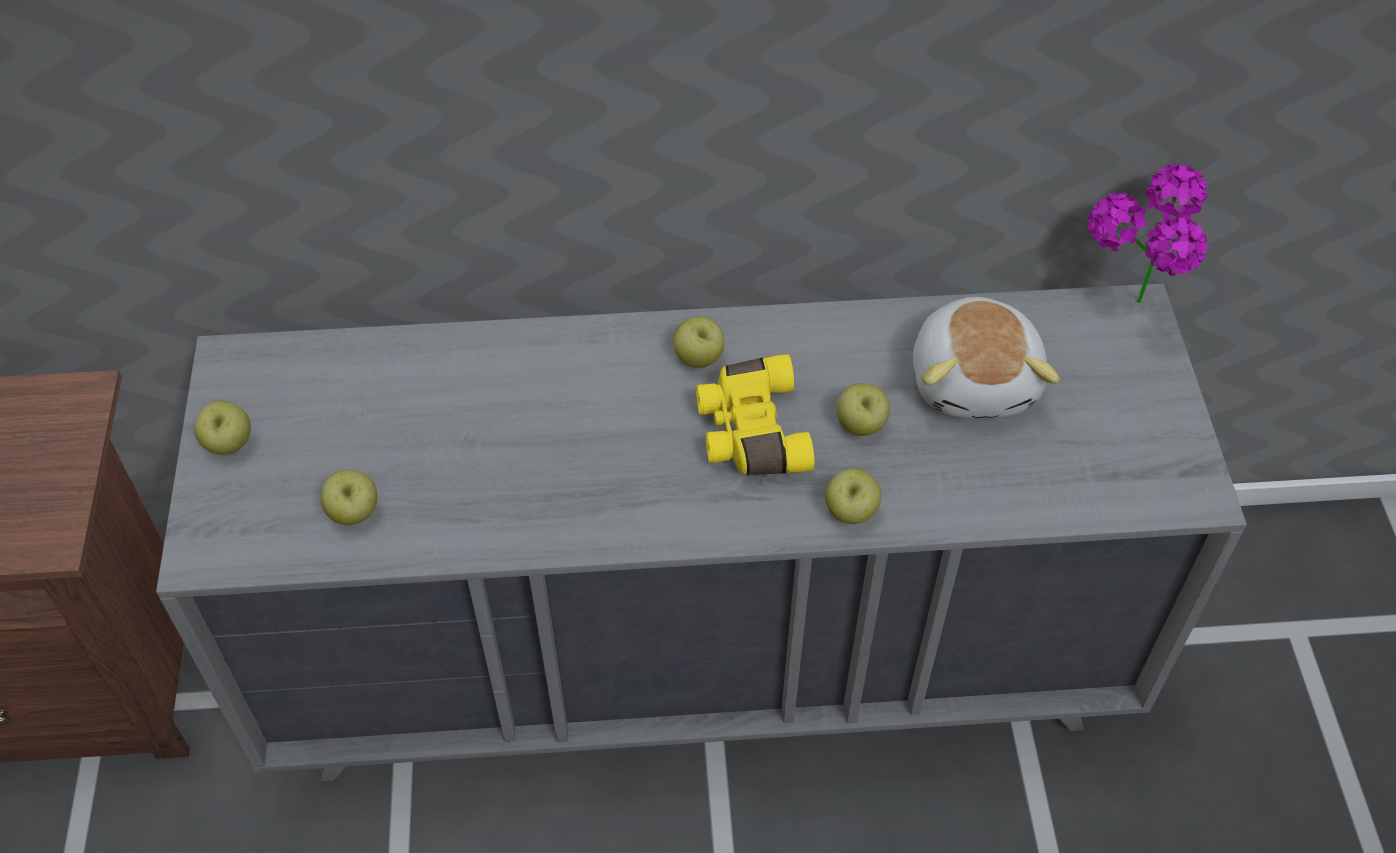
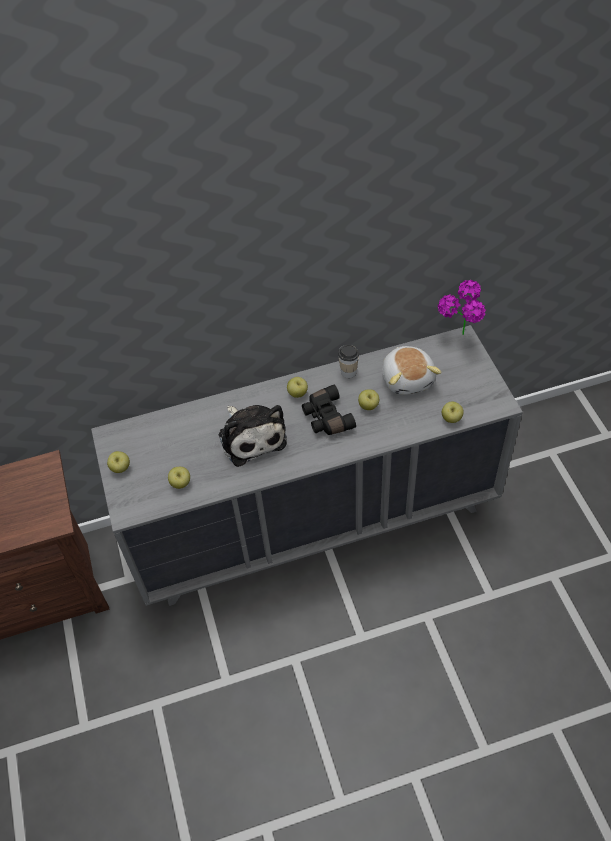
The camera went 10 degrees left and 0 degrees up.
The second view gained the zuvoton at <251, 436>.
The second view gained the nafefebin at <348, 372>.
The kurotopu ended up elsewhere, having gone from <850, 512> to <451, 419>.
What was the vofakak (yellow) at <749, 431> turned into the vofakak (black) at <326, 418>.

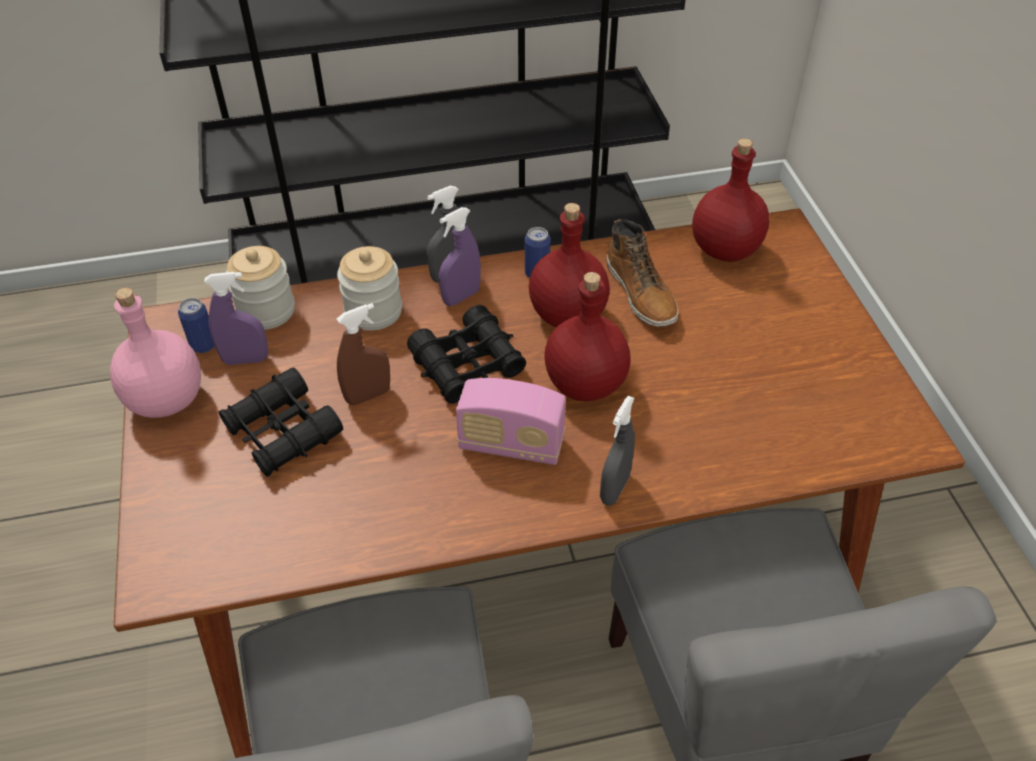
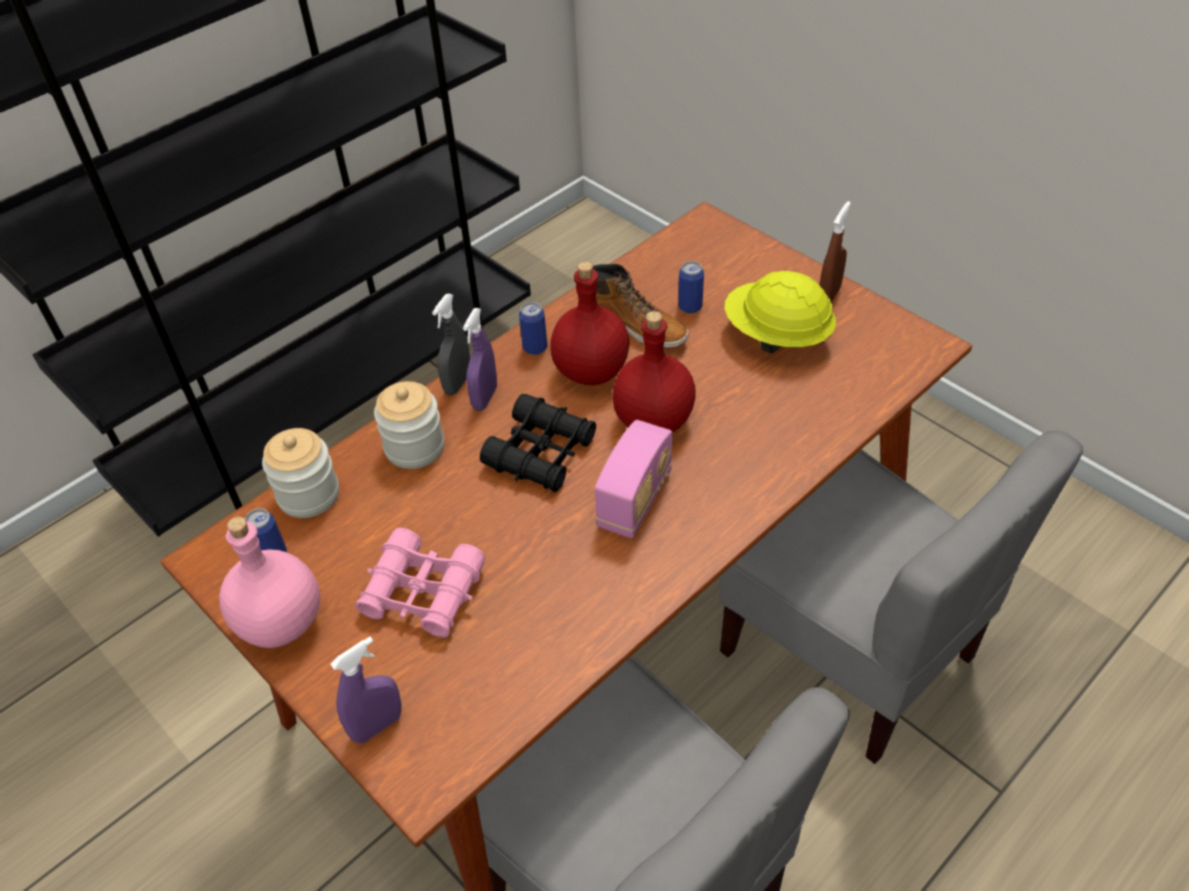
The camera went 30 degrees left and 0 degrees up.
The second view lost the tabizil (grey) at <615, 488>.
The second view lost the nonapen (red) at <724, 248>.
The second view gained the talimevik at <690, 307>.
The second view gained the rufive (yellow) at <776, 336>.
The tabizil (purple) ended up elsewhere, having gone from <245, 359> to <377, 726>.
The tabizil (brown) ended up elsewhere, having gone from <368, 395> to <829, 295>.
What was the vofakak (black) at <282, 432> turned into the vofakak (pink) at <423, 592>.
The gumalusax at <511, 445> ended up facing another way, 45 degrees counterclockwise from before.

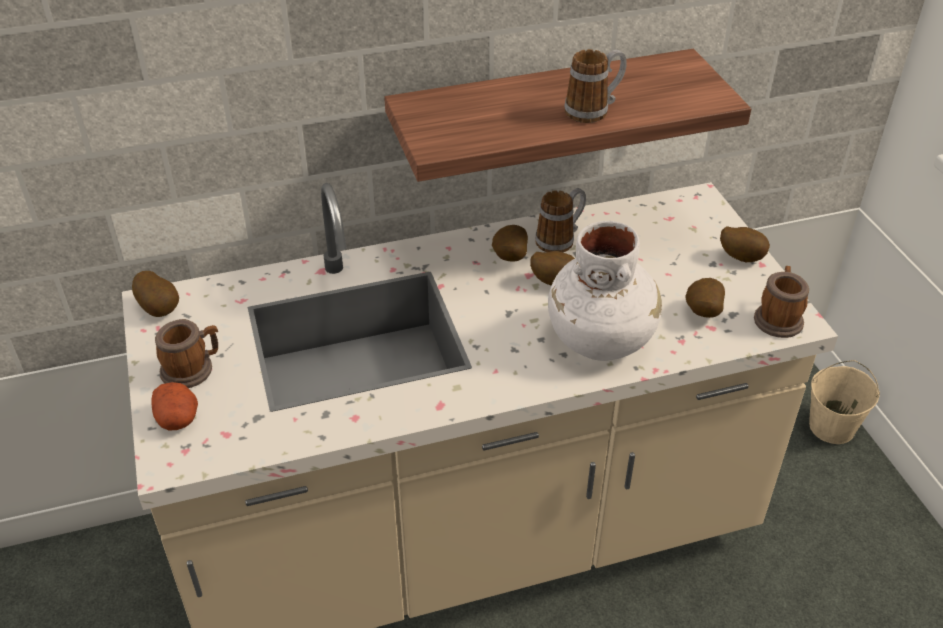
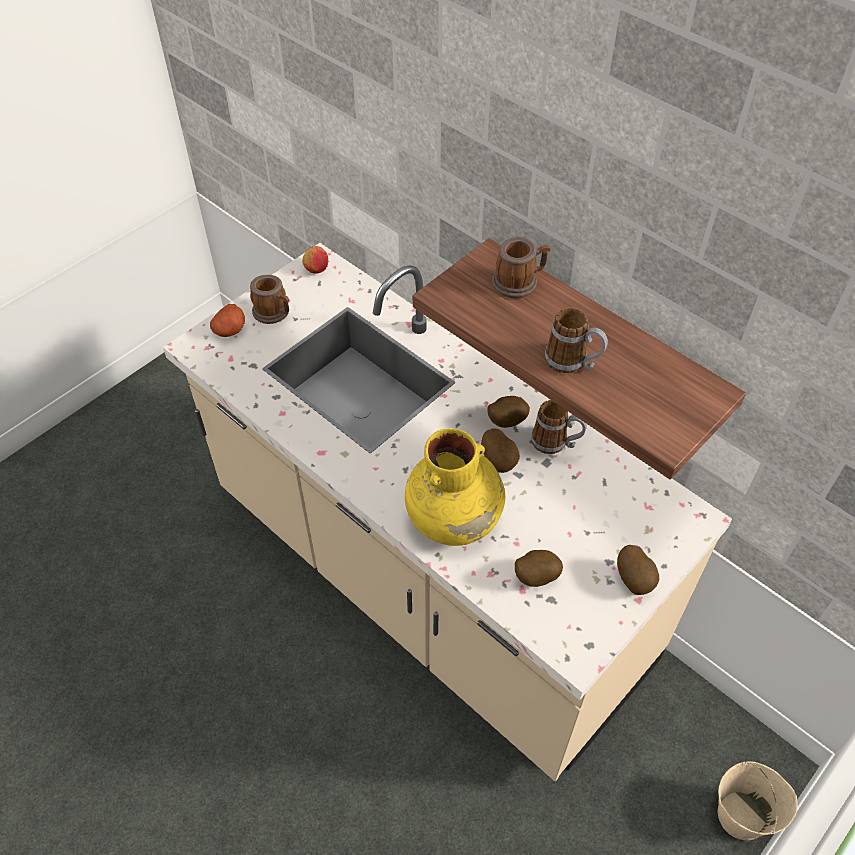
The camera went 60 degrees right and 10 degrees up.
The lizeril ended up elsewhere, having gone from <778, 317> to <519, 282>.
Where the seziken stood at <160, 309>, the kurotopu came to stand at <316, 268>.
What was the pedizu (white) at <601, 338> turned into the pedizu (yellow) at <455, 518>.

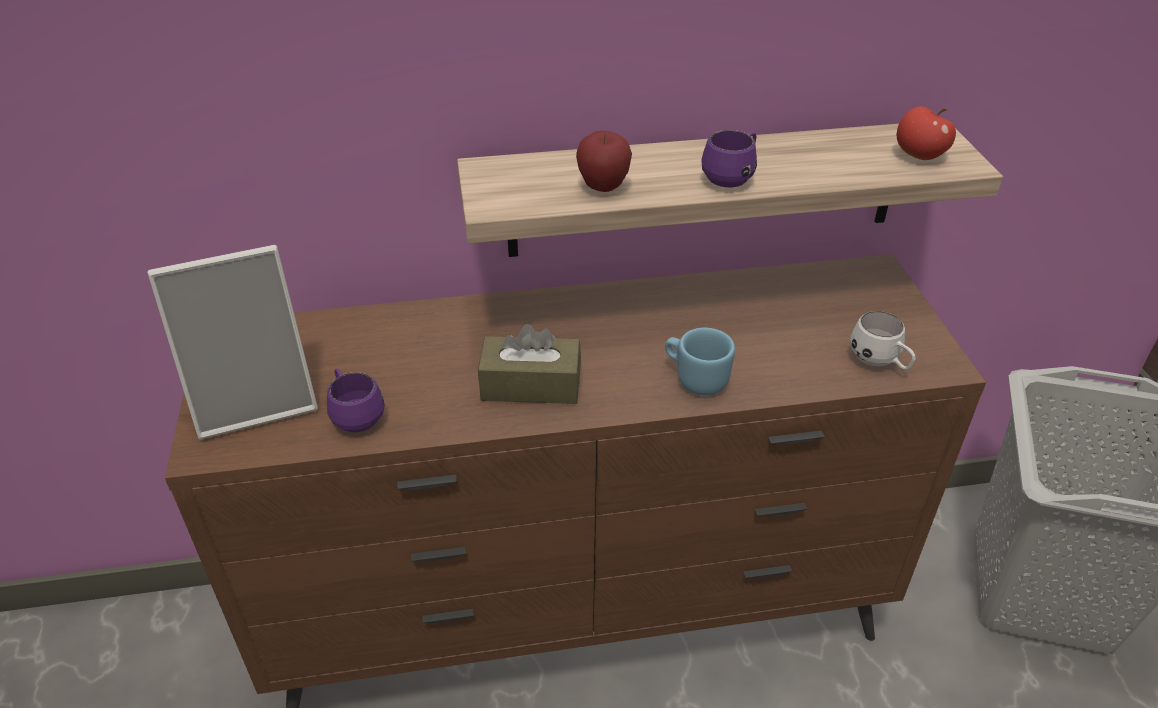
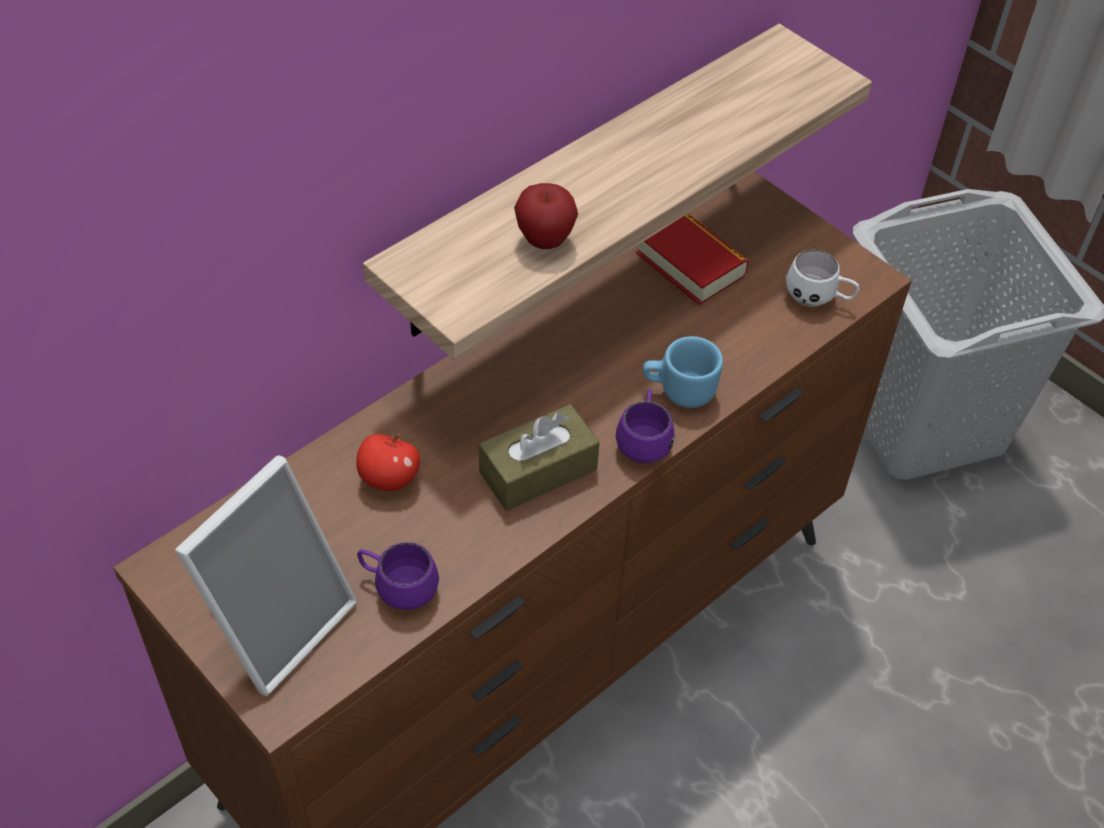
The camera went 35 degrees left and 10 degrees up.
The second view gained the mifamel at <690, 264>.
The lizeril (purple) ended up elsewhere, having gone from <732, 177> to <644, 441>.
The kurotopu ended up elsewhere, having gone from <919, 156> to <388, 479>.

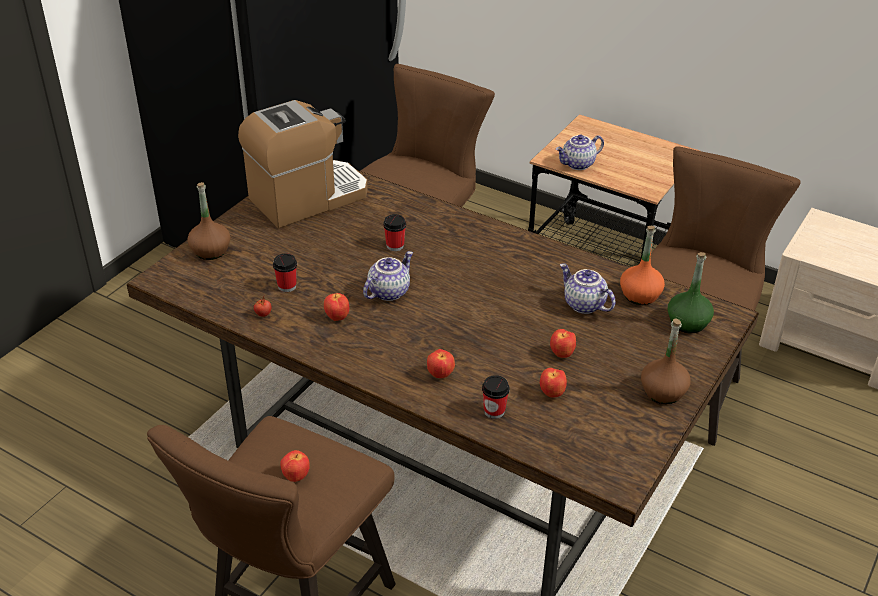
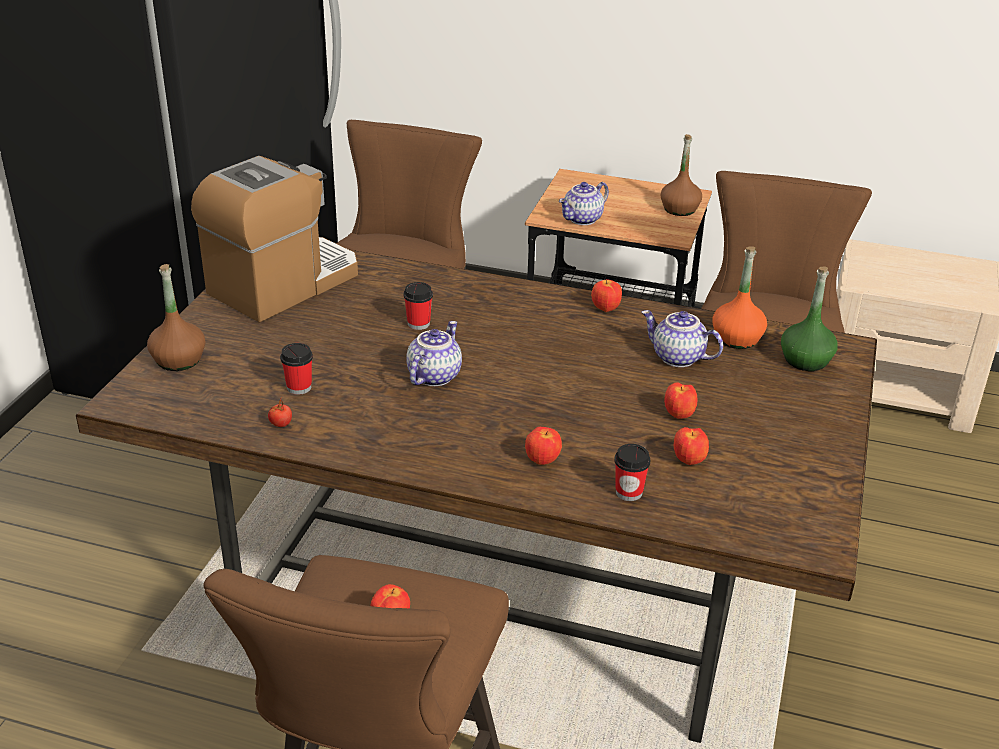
The camera went 15 degrees left and 5 degrees down.
The kurotopu ended up elsewhere, having gone from <336, 317> to <605, 309>.
The nonapen (brown) ended up elsewhere, having gone from <663, 391> to <680, 209>.

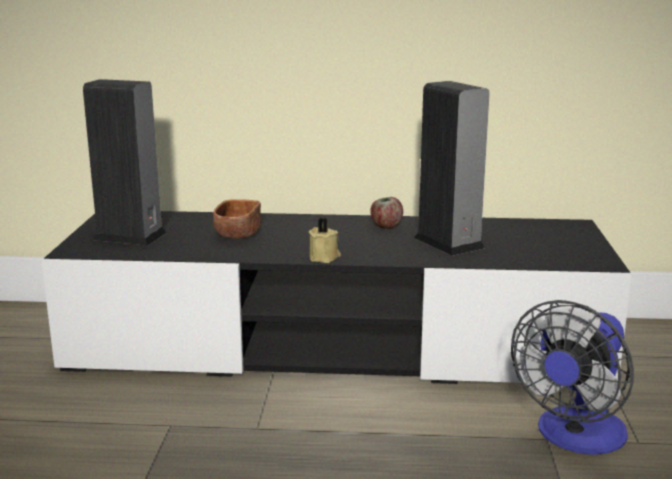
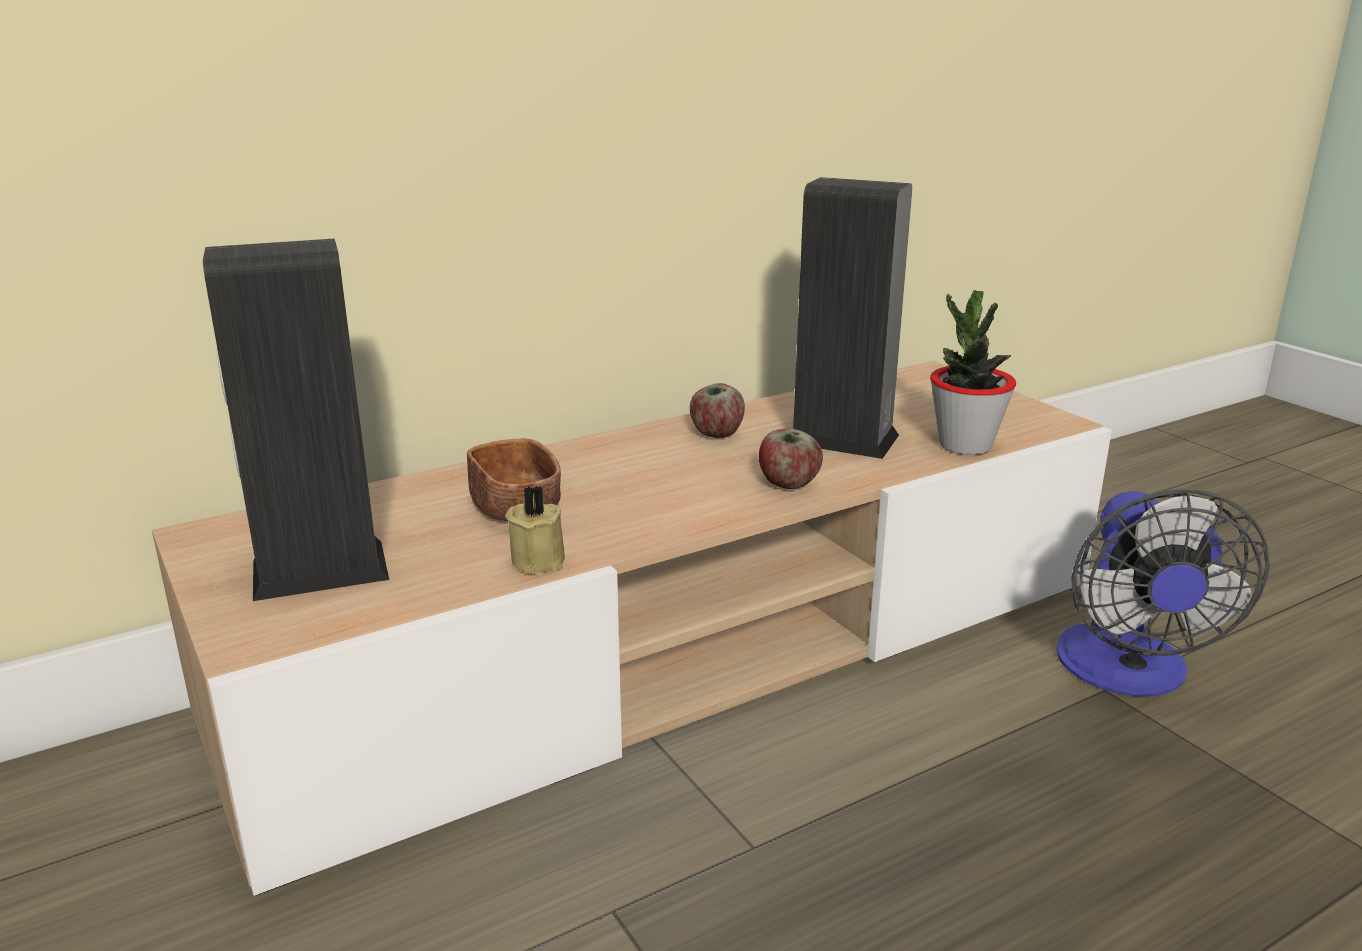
The camera went 35 degrees left and 5 degrees up.
The second view gained the kurotopu at <788, 484>.
The second view gained the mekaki at <965, 445>.
The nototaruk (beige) ended up elsewhere, having gone from <325, 257> to <540, 559>.
What was the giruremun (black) at <336, 346> turned into the giruremun (beige) at <681, 650>.

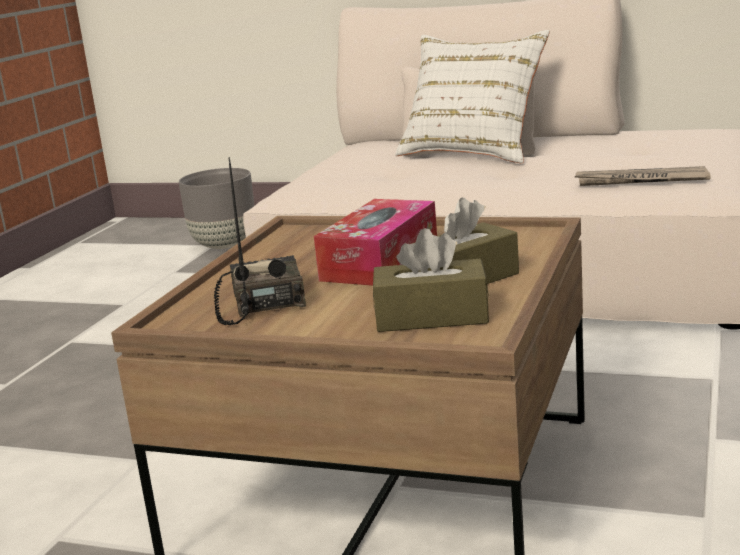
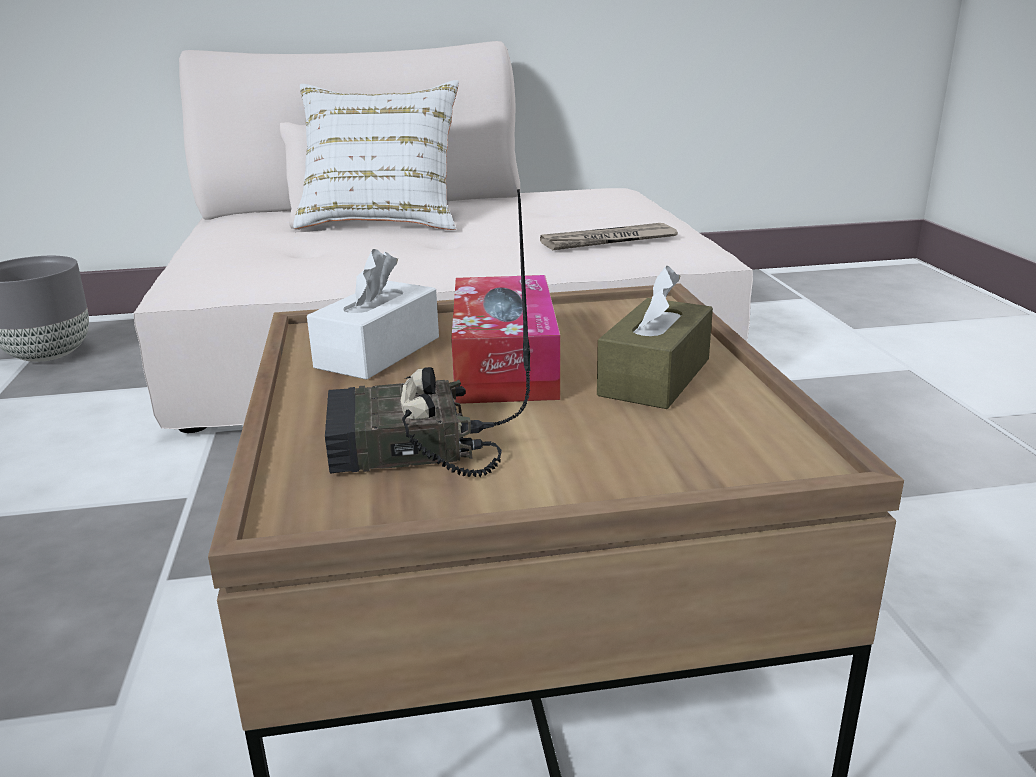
The camera went 30 degrees left and 5 degrees up.
The second view lost the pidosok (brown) at <431, 317>.
The second view gained the pidosok (white) at <378, 352>.
The gumalusax at <261, 302> ended up facing another way, 60 degrees counterclockwise from before.

